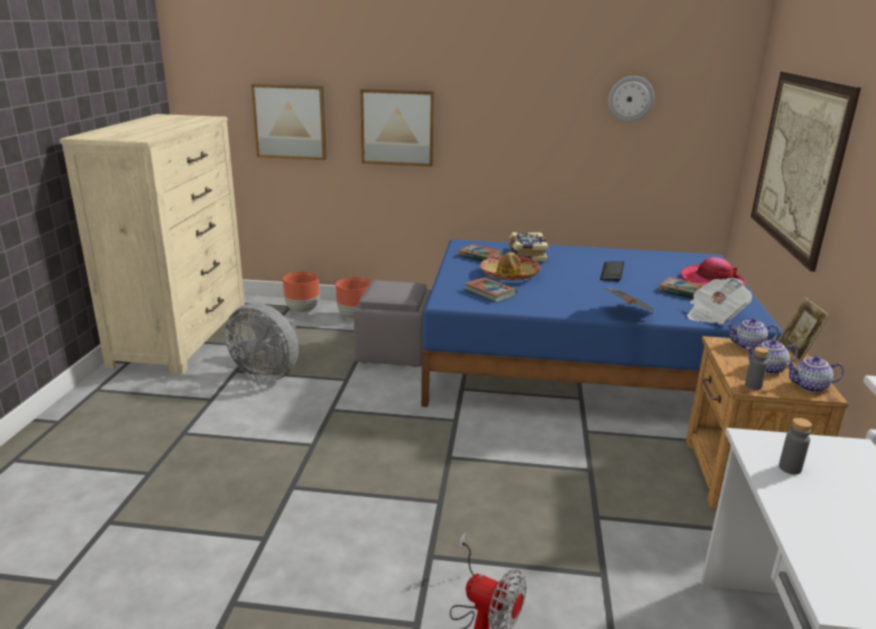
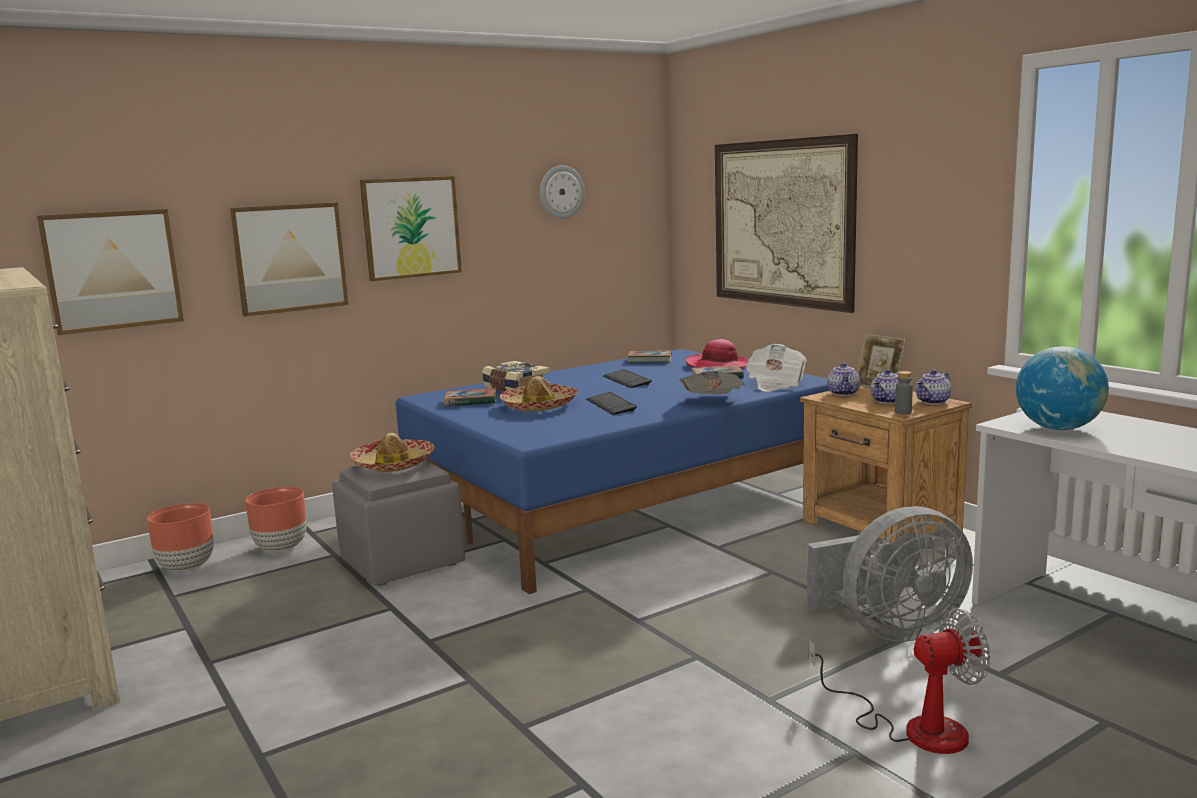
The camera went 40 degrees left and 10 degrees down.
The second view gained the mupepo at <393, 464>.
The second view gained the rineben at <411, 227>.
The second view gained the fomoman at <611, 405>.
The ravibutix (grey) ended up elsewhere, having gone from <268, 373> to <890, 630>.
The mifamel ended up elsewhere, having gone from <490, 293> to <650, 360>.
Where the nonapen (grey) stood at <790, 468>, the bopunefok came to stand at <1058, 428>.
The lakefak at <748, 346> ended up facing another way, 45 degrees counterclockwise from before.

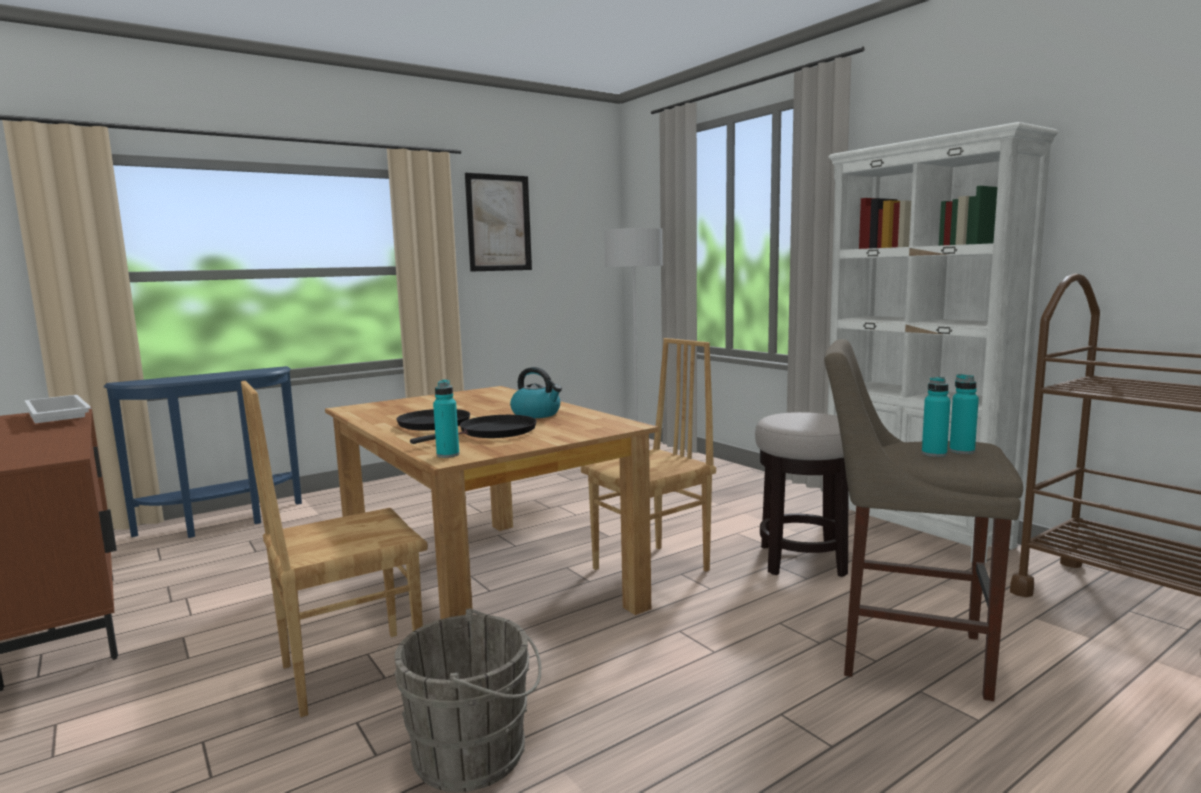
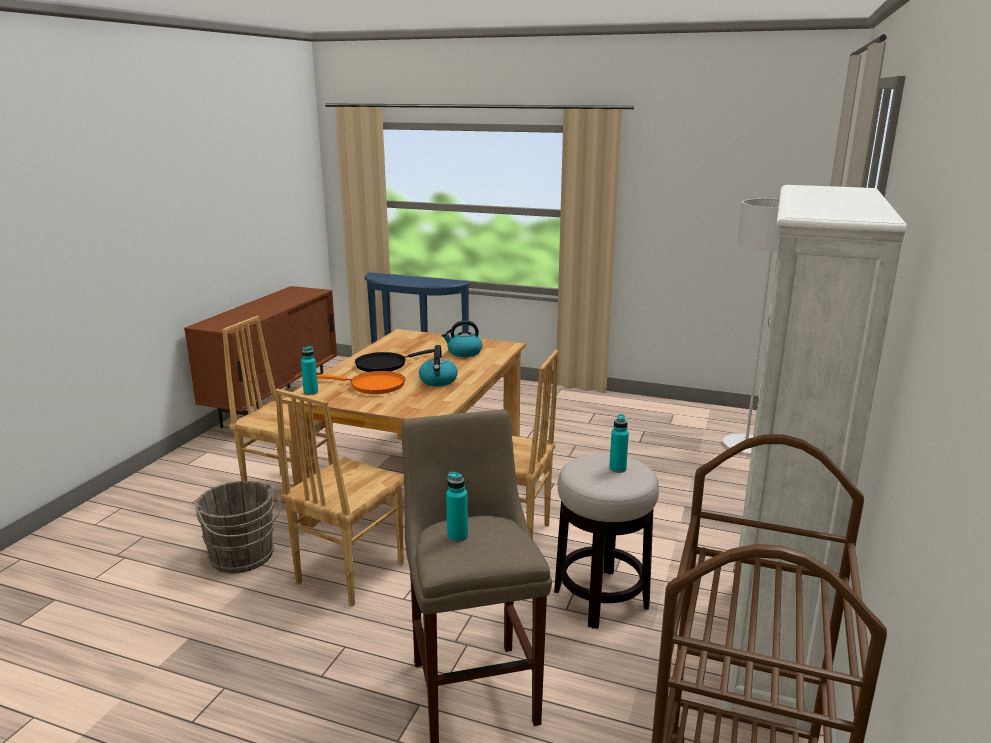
The camera went 55 degrees right and 10 degrees up.
The second view lost the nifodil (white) at <56, 418>.
The second view lost the rineben at <499, 223>.
The second view gained the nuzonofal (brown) at <349, 573>.
The second view gained the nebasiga at <464, 352>.
The nonapen (turquoise) ended up elsewhere, having gone from <961, 451> to <617, 469>.
What was the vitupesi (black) at <493, 432> turned into the vitupesi (orange) at <373, 386>.

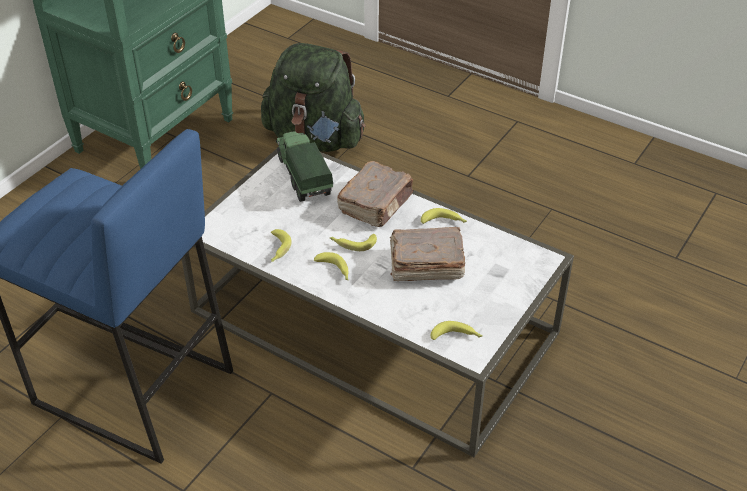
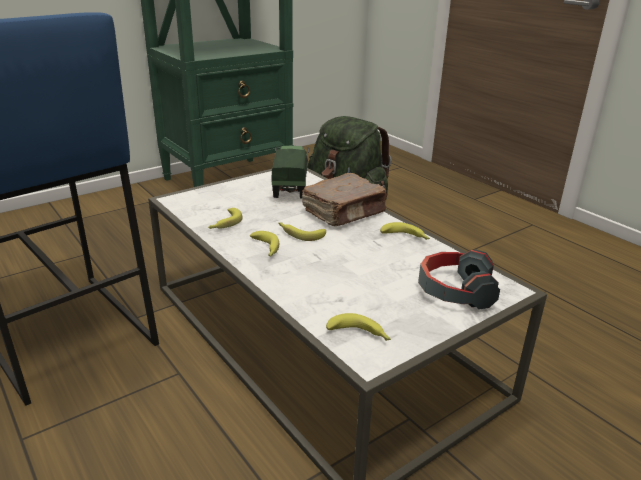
The camera went 20 degrees right and 15 degrees down.
The second view lost the mifamel (brown) at <425, 265>.
The second view gained the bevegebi at <454, 291>.

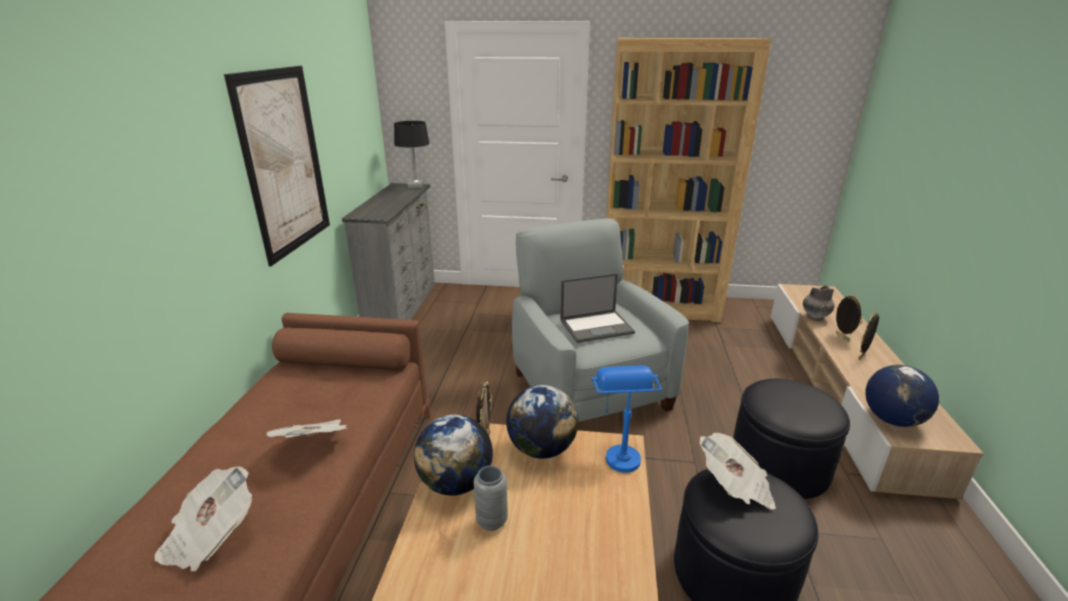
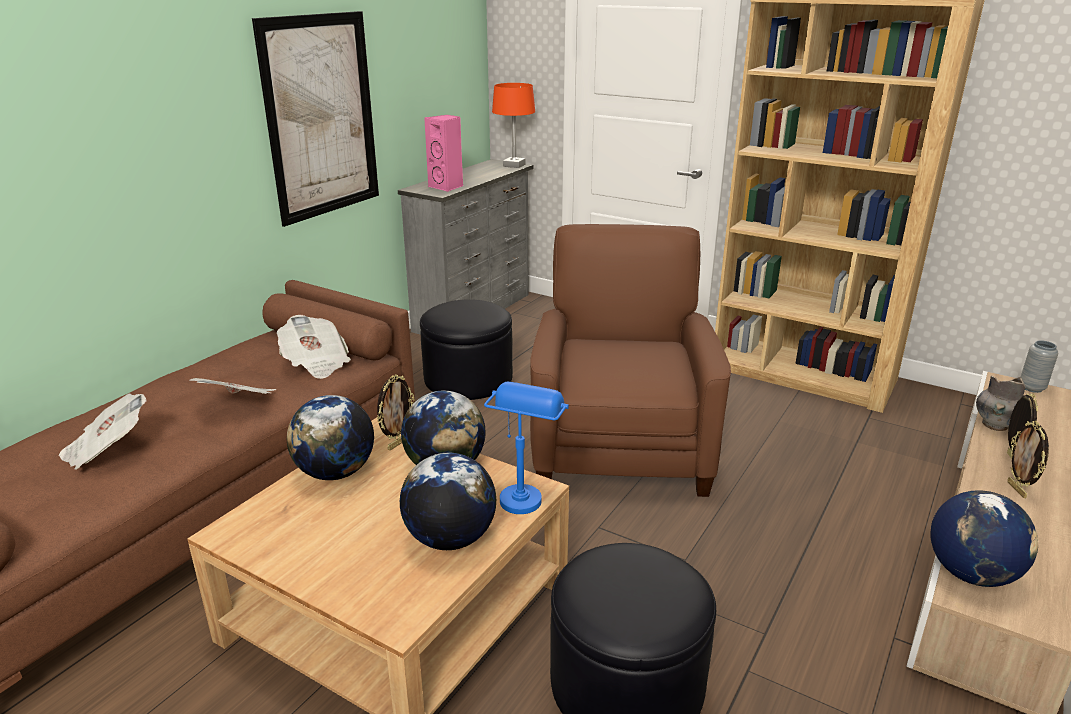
The camera went 25 degrees right and 0 degrees up.
The second view lost the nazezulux at <597, 326>.
The second view gained the bopunefok at <450, 539>.
The second view gained the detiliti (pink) at <447, 187>.
The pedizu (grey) ended up elsewhere, having gone from <492, 521> to <1031, 388>.
The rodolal ended up elsewhere, having gone from <735, 486> to <316, 363>.
The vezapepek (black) ended up elsewhere, having gone from <779, 464> to <468, 379>.
What was the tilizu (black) at <415, 186> turned into the tilizu (orange) at <514, 165>.
What was the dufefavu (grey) at <589, 388> turned into the dufefavu (brown) at <620, 447>.
The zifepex at <862, 356> ended up facing another way, 75 degrees counterclockwise from before.

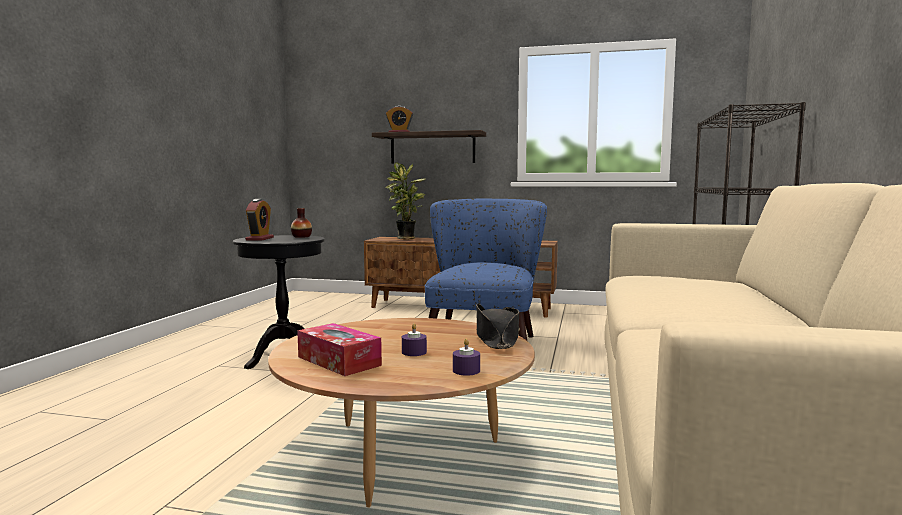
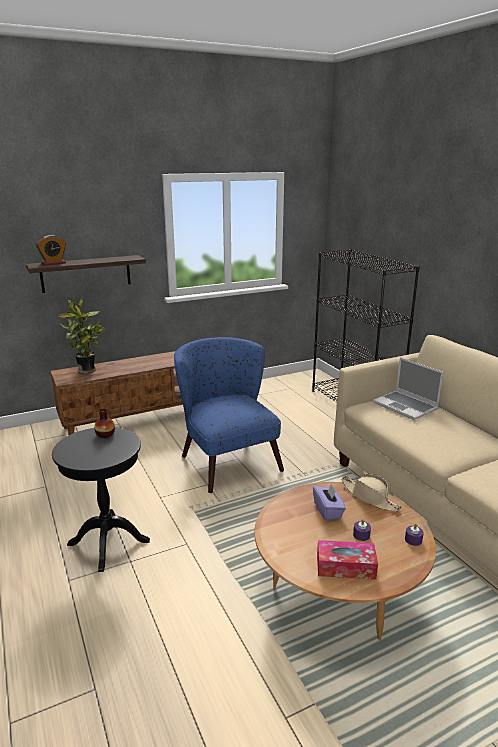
The camera went 40 degrees left and 15 degrees up.
The second view lost the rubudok at <259, 239>.
The second view gained the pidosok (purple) at <328, 511>.
The second view gained the nazezulux at <406, 406>.
What was the mupepo (black) at <497, 338> turned into the mupepo (beige) at <370, 497>.

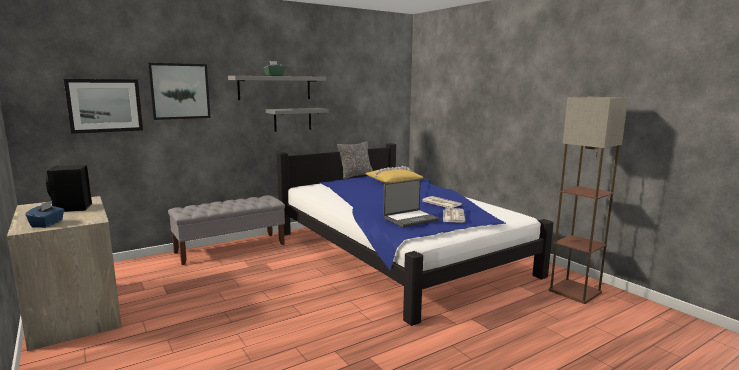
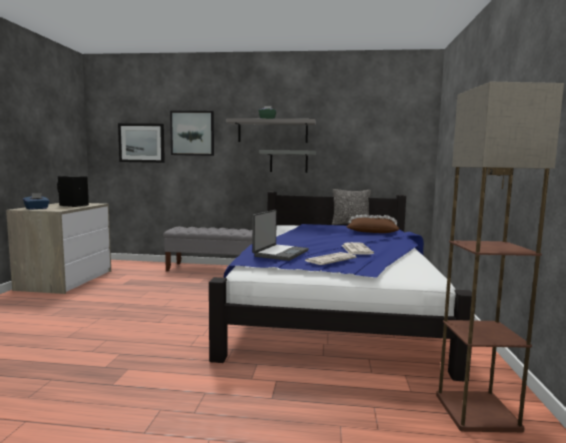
The camera went 40 degrees right and 5 degrees down.
What was the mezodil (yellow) at <393, 181> turned into the mezodil (brown) at <371, 231>.
The nazezulux at <410, 219> ended up facing another way, 75 degrees counterclockwise from before.

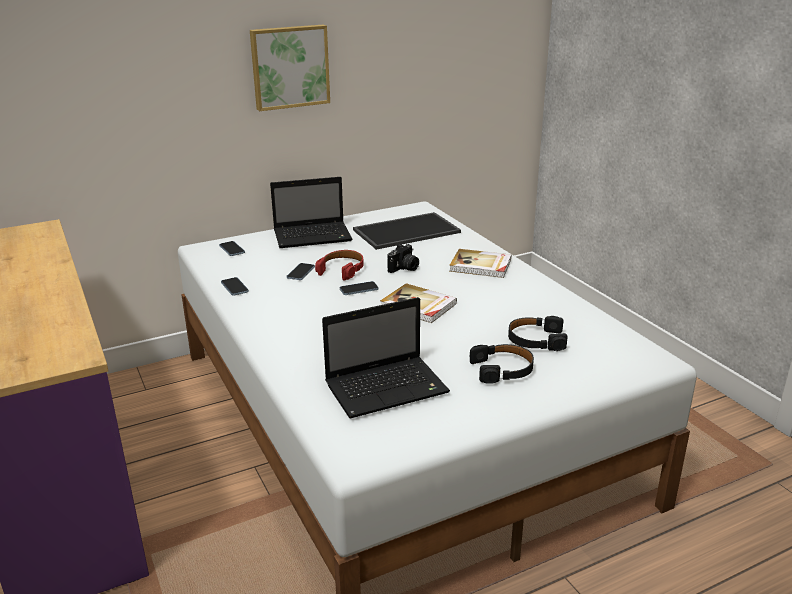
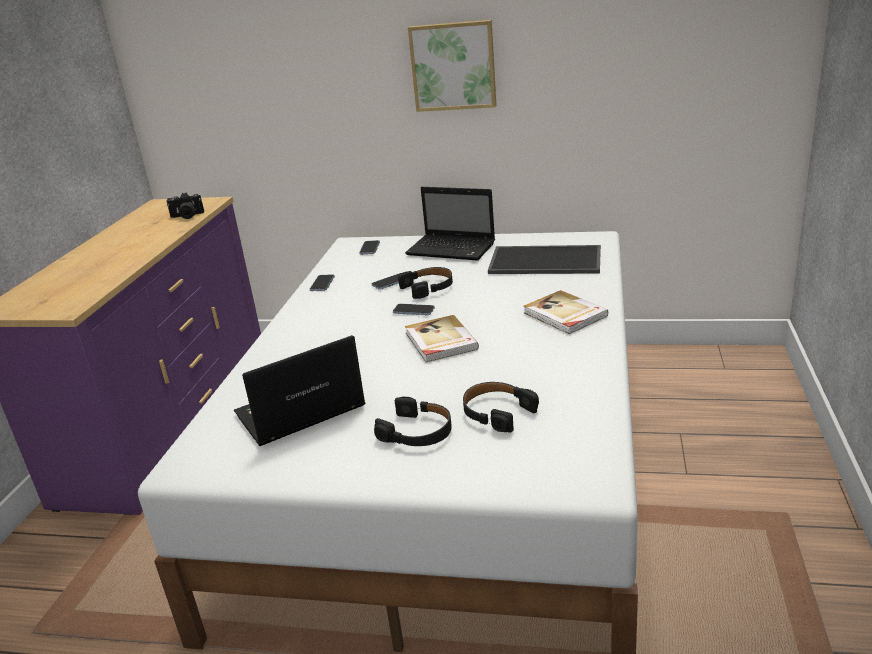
The camera went 40 degrees right and 0 degrees up.
The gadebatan ended up elsewhere, having gone from <404, 268> to <187, 216>.
What was the bevegebi (red) at <342, 269> turned into the bevegebi (black) at <428, 287>.
The nazezulux at <388, 388> ended up facing another way, 135 degrees clockwise from before.

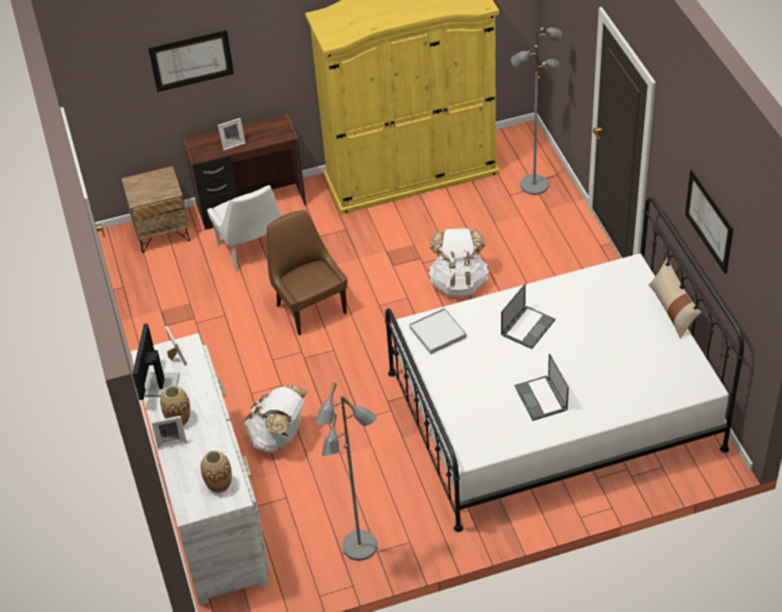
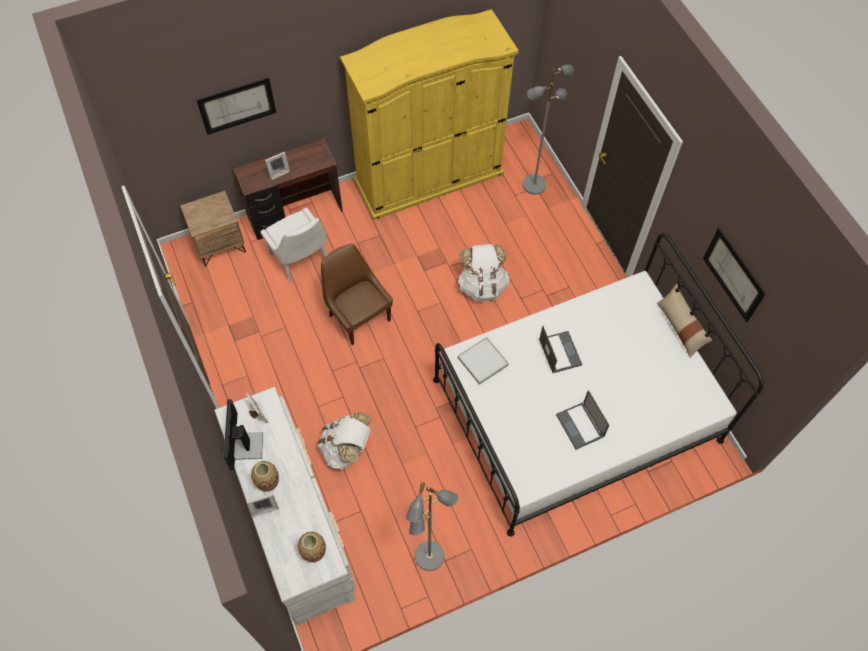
The camera went 10 degrees left and 15 degrees up.
The nazezulux at <528, 327> ended up facing another way, 45 degrees counterclockwise from before.

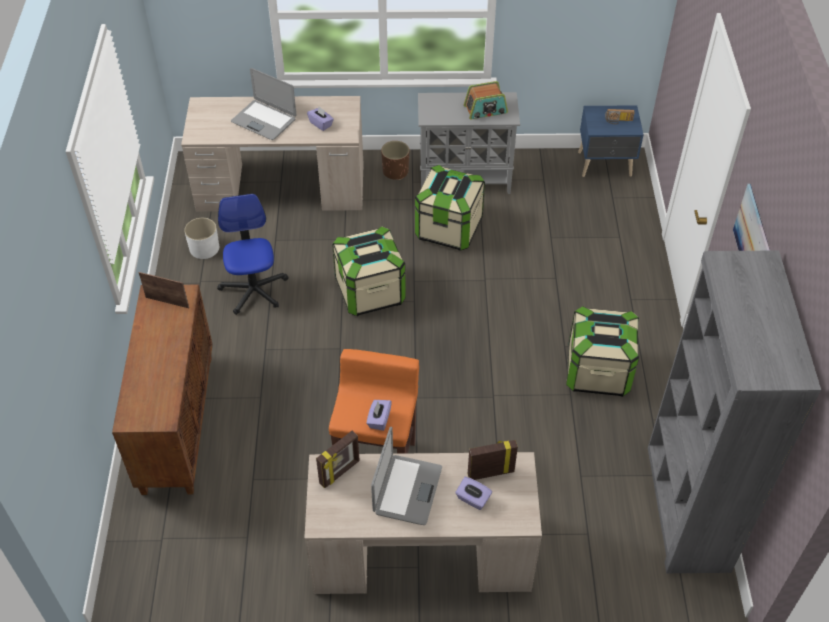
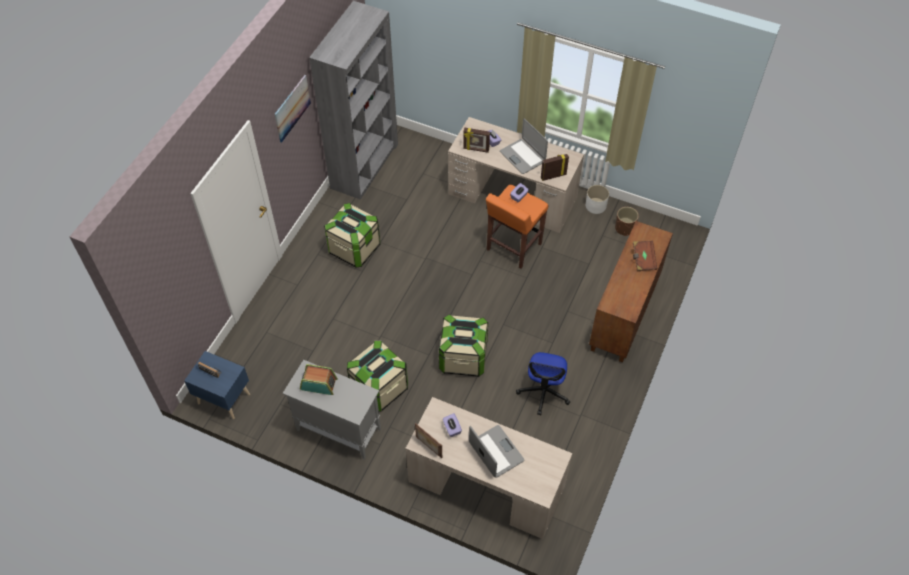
The camera went 155 degrees left and 5 degrees up.
The second view gained the mifamel (brown) at <643, 259>.
The zifepex ended up elsewhere, having gone from <167, 302> to <428, 447>.
The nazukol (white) ended up elsewhere, having gone from <204, 248> to <596, 206>.
The nazukol (brown) ended up elsewhere, having gone from <395, 171> to <624, 228>.
The nazezulux at <407, 490> ended up facing another way, 75 degrees counterclockwise from before.

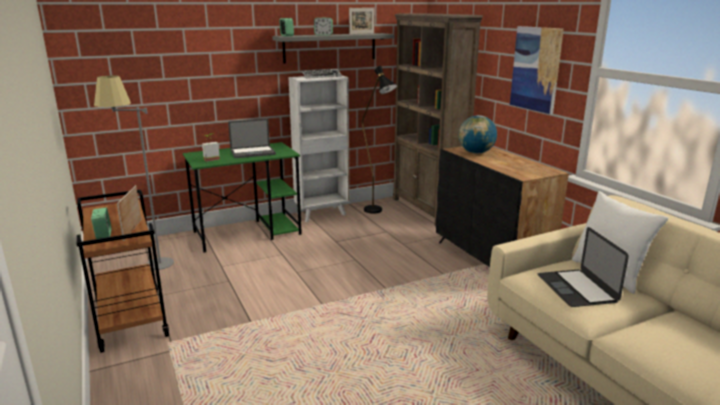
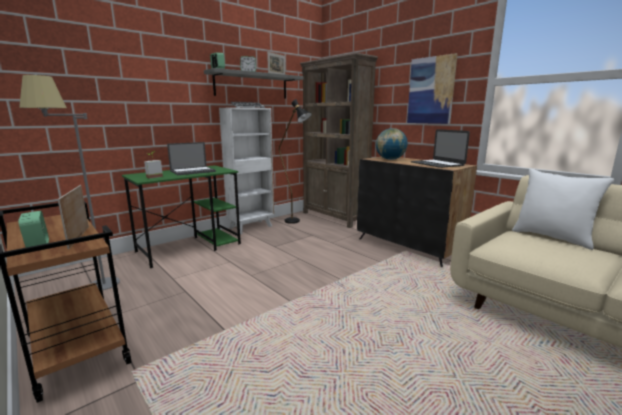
The camera went 15 degrees left and 5 degrees down.
The nazezulux ended up elsewhere, having gone from <577, 288> to <437, 164>.

